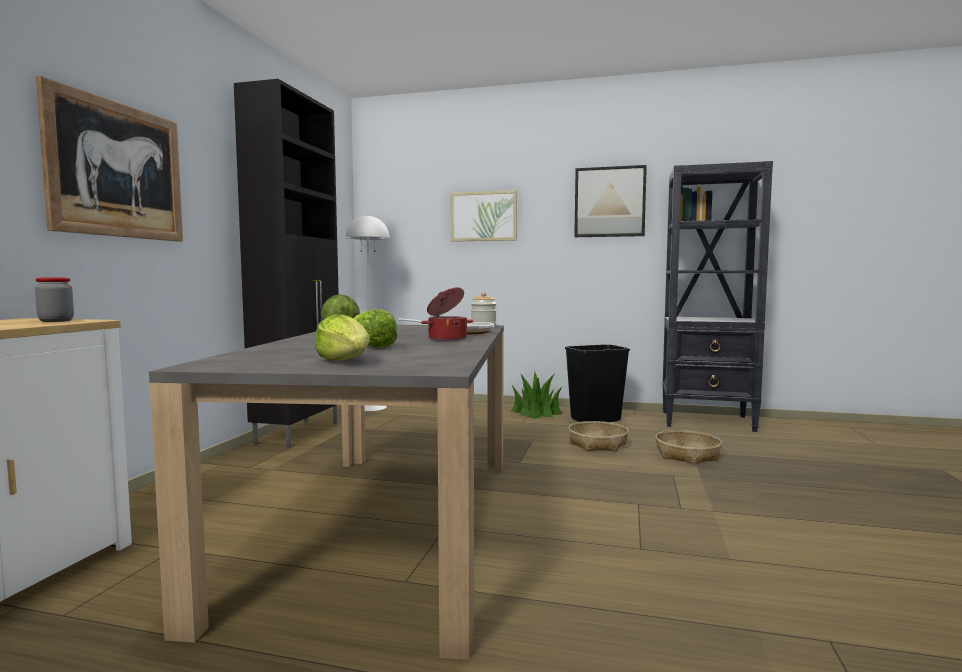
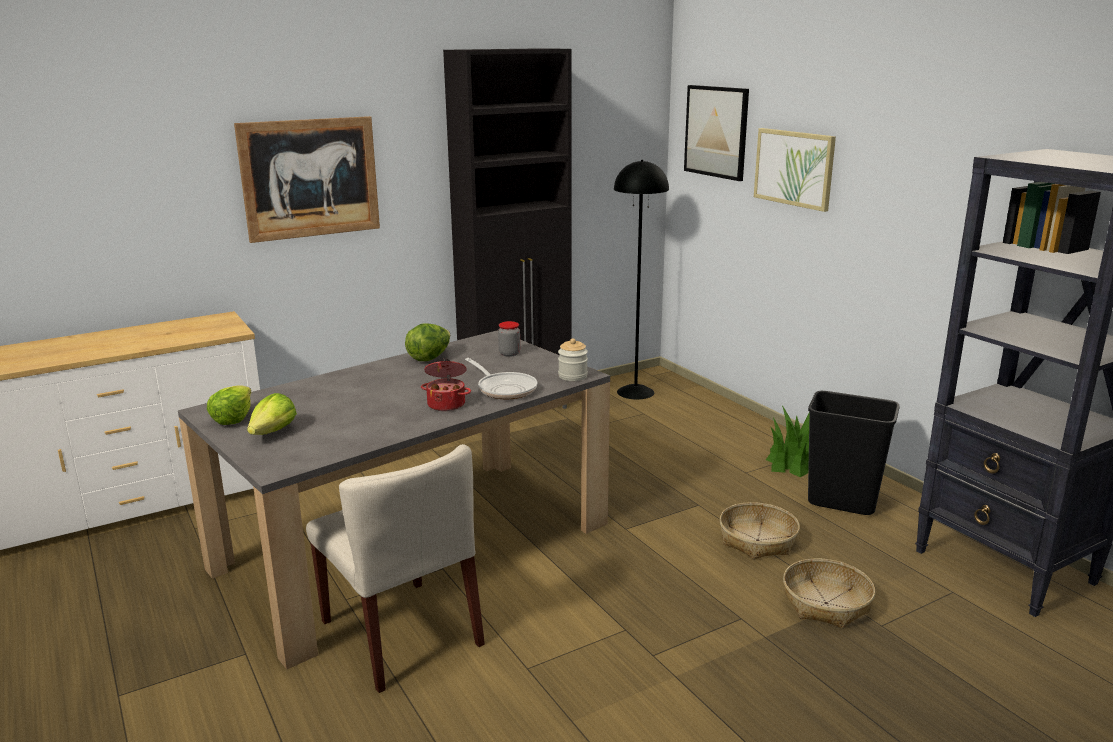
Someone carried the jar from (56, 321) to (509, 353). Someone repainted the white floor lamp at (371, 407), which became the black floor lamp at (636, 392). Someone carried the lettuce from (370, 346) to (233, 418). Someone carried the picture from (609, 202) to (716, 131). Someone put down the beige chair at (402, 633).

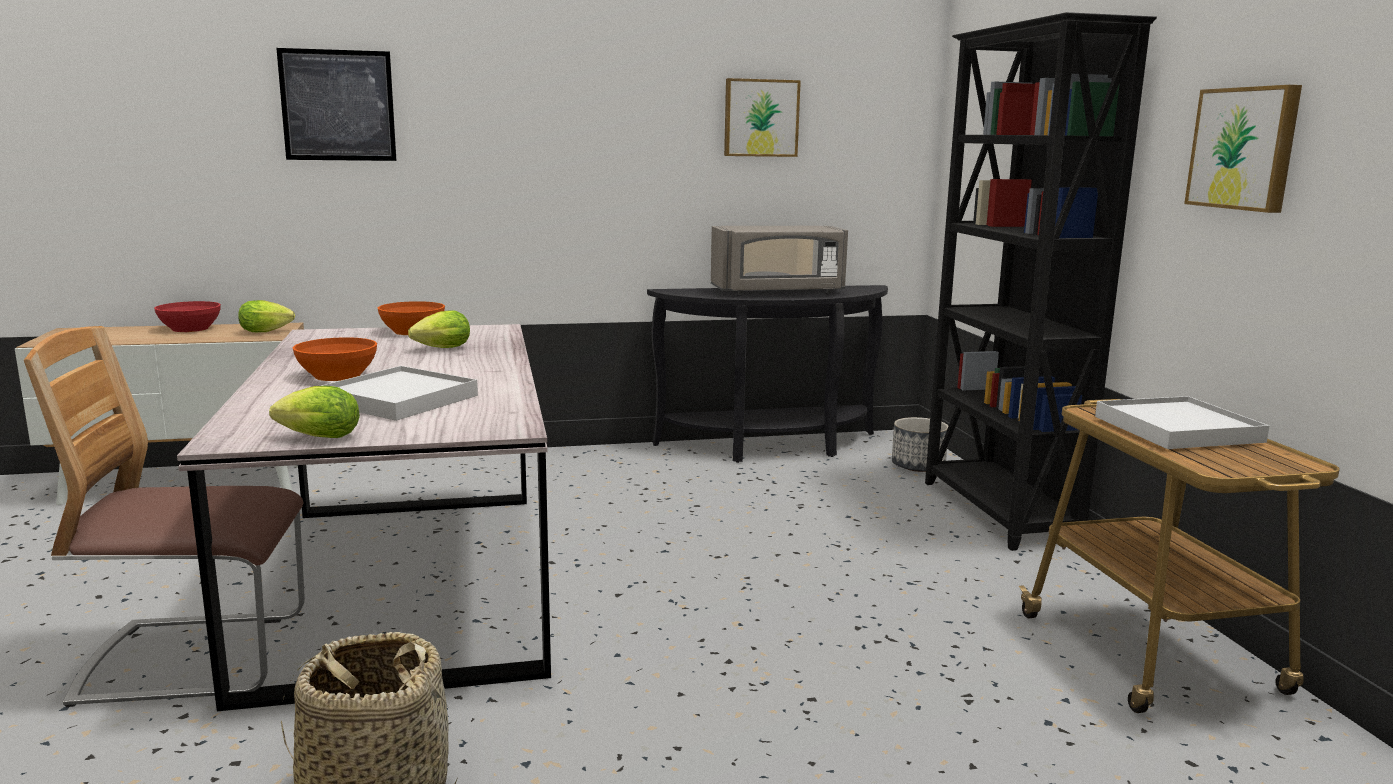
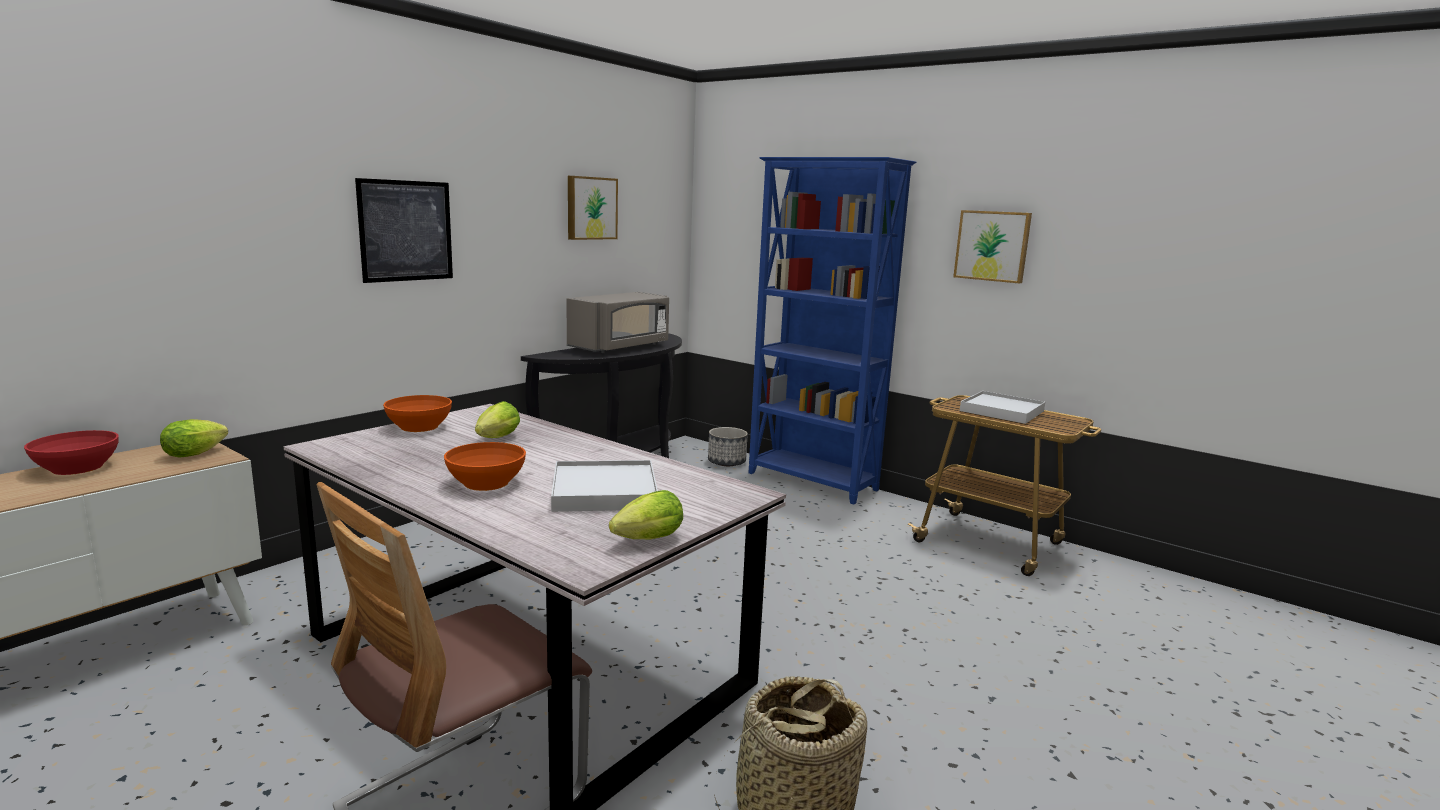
Someone carried the picture from (338, 105) to (406, 231). Someone repainted the black bookcase at (997, 512), which became the blue bookcase at (812, 482).

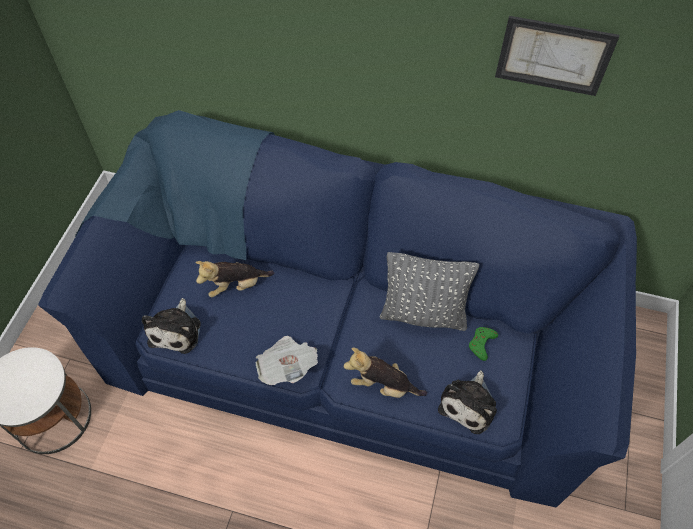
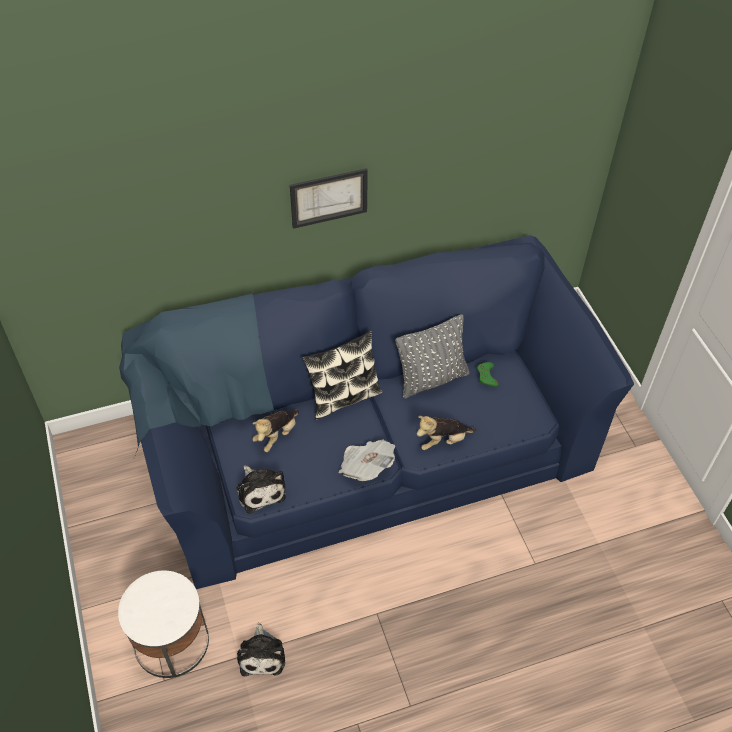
Someone carried the plush toy from (469, 404) to (262, 654). Someone carried the picture from (553, 55) to (329, 197). Someone put down the pillow at (343, 397).

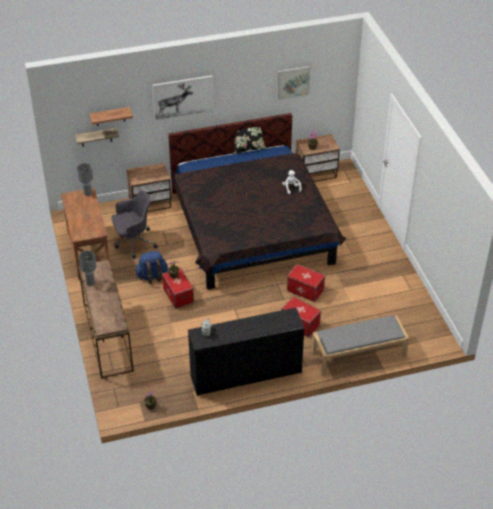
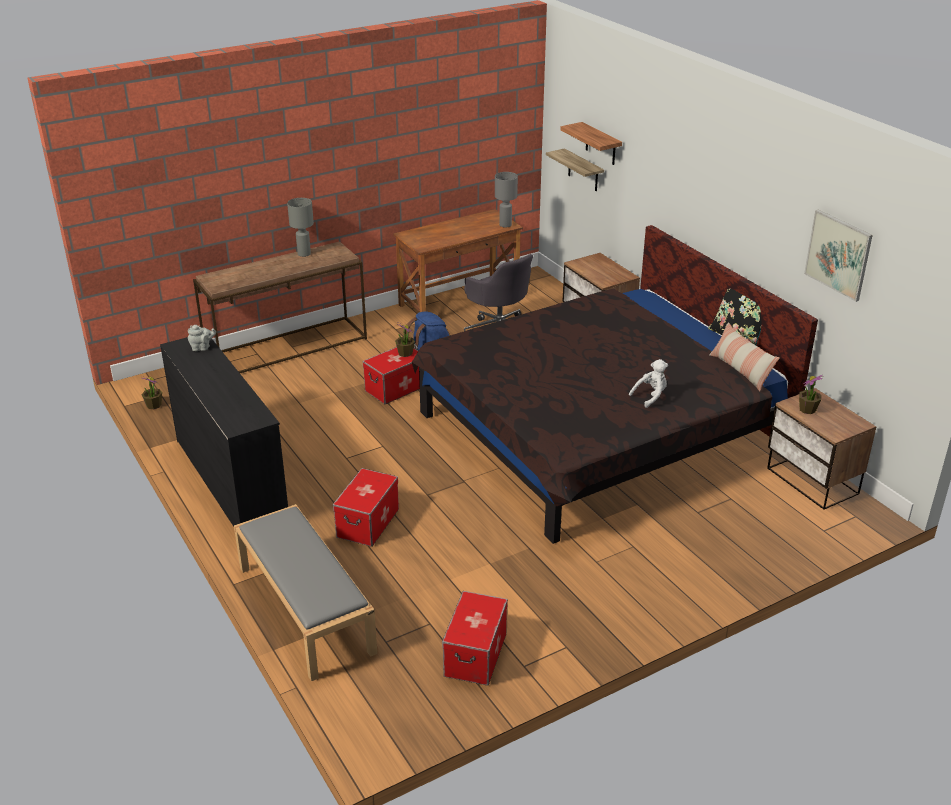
Someone took away the picture at (183, 97). Someone carried the storage box from (305, 290) to (475, 654). Someone put down the pillow at (740, 370).

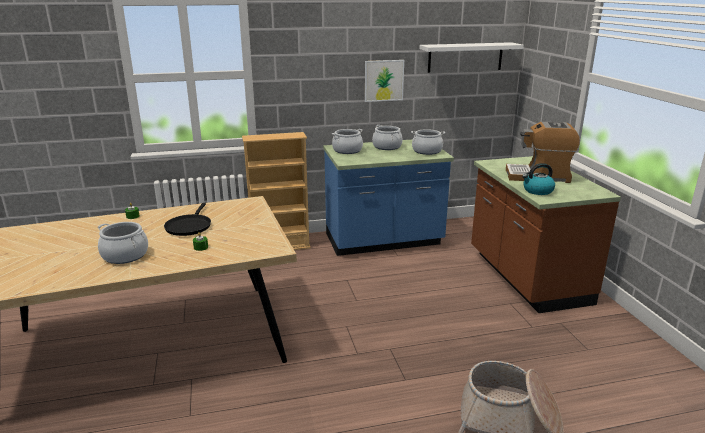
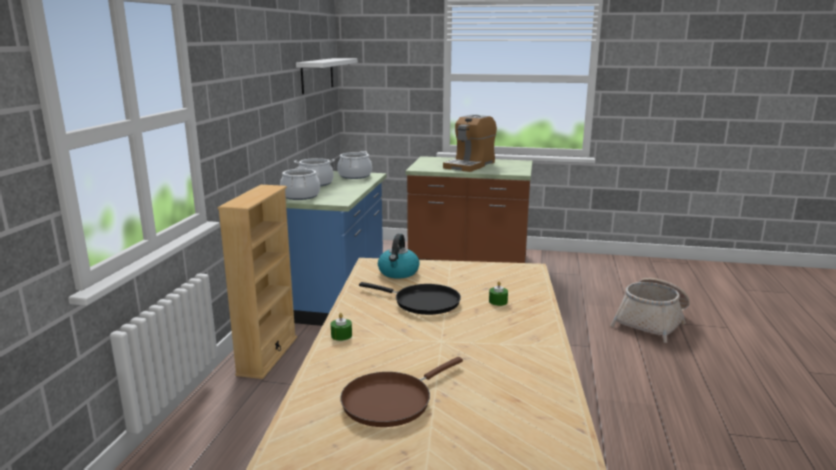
Someone took away the cooking pot at (125, 255). Someone took away the picture at (384, 80). Someone carried the kettle from (537, 191) to (398, 272). Someone put down the brown frying pan at (391, 401).

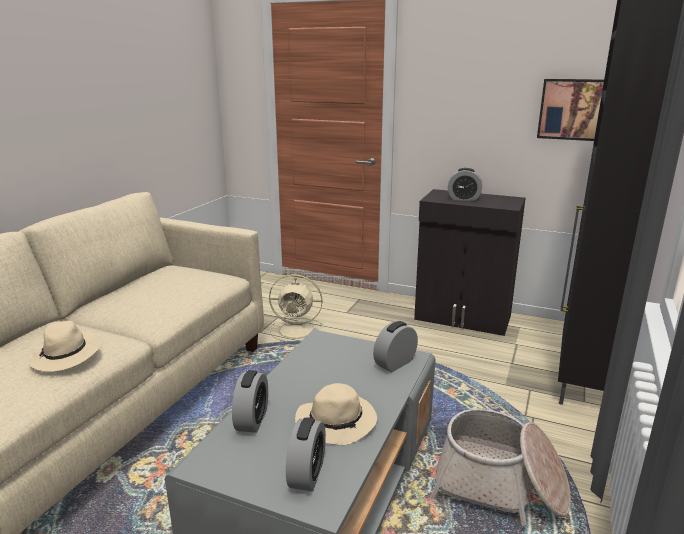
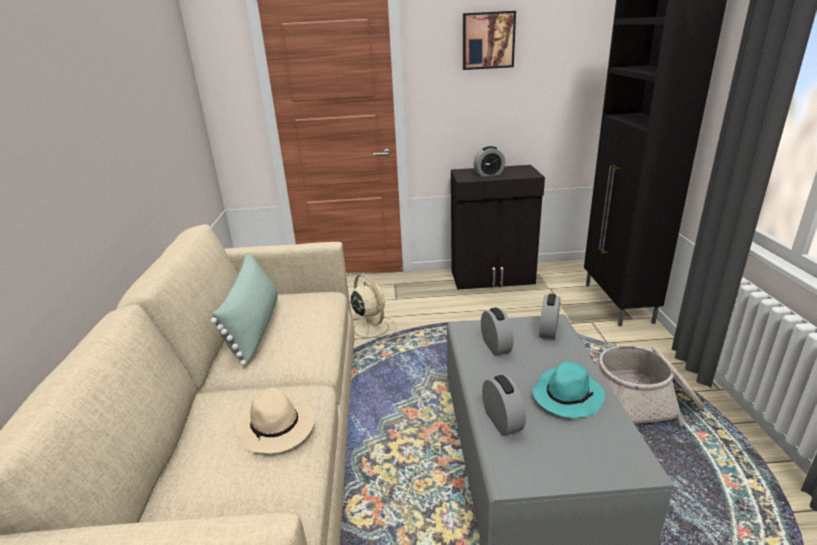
Someone rotated the beige fan at (298, 330) by 105 degrees counterclockwise. Someone carried the alarm clock from (307, 474) to (495, 346). Someone repainted the beige hat at (337, 422), which became the turquoise hat at (567, 396). Someone carried the picture from (571, 109) to (488, 40). Someone put down the green pillow at (255, 327).

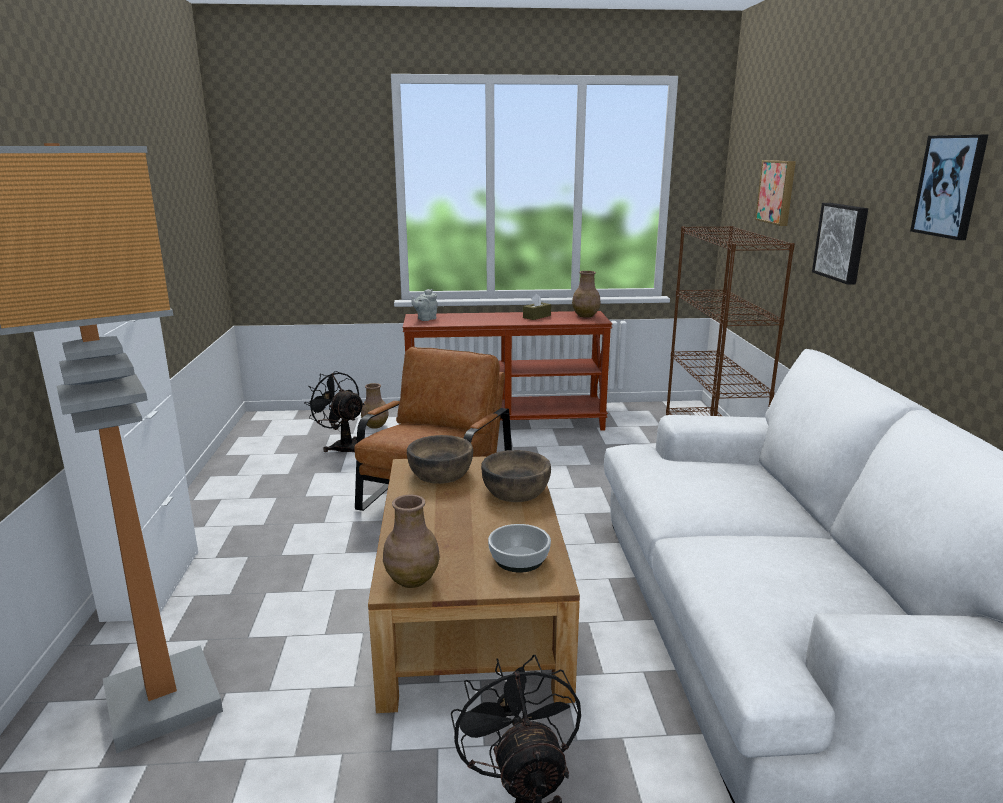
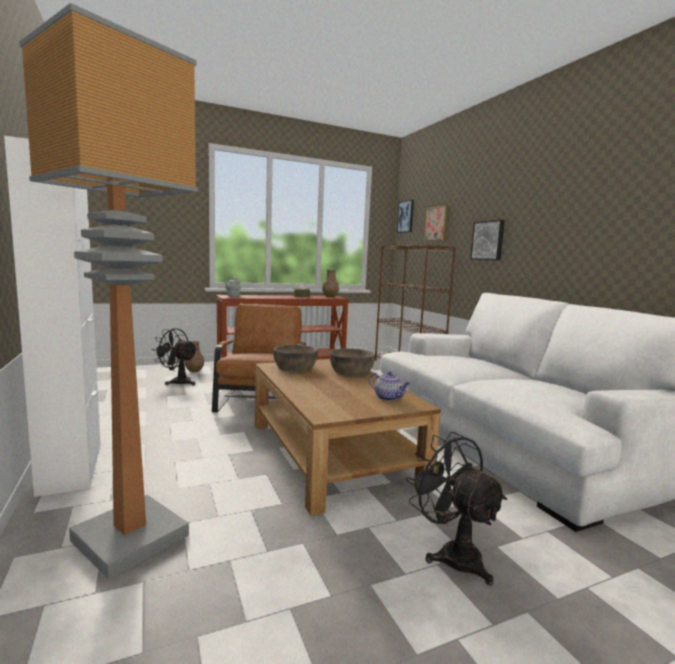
Someone took away the brown vase at (412, 579). Someone swapped the bowl at (520, 559) for the teapot at (388, 398). Someone carried the picture from (950, 186) to (406, 216).

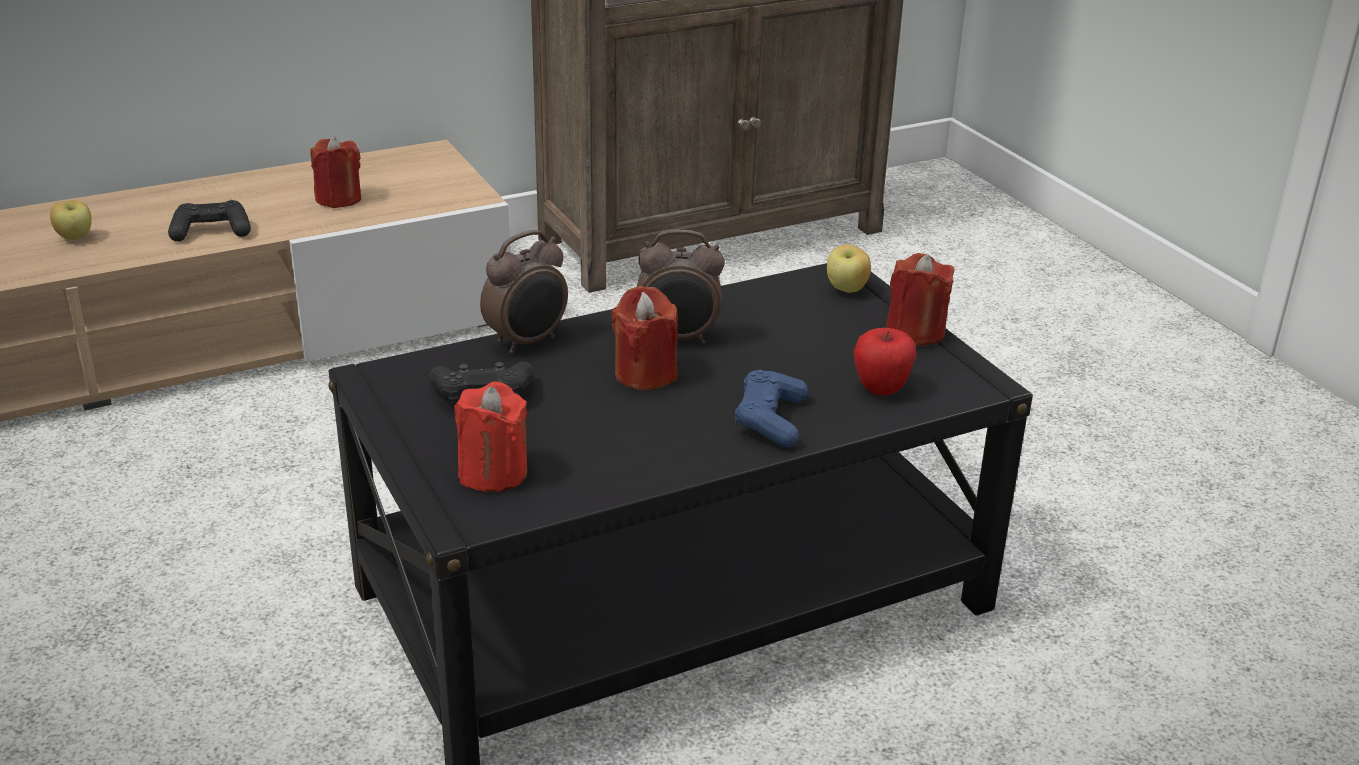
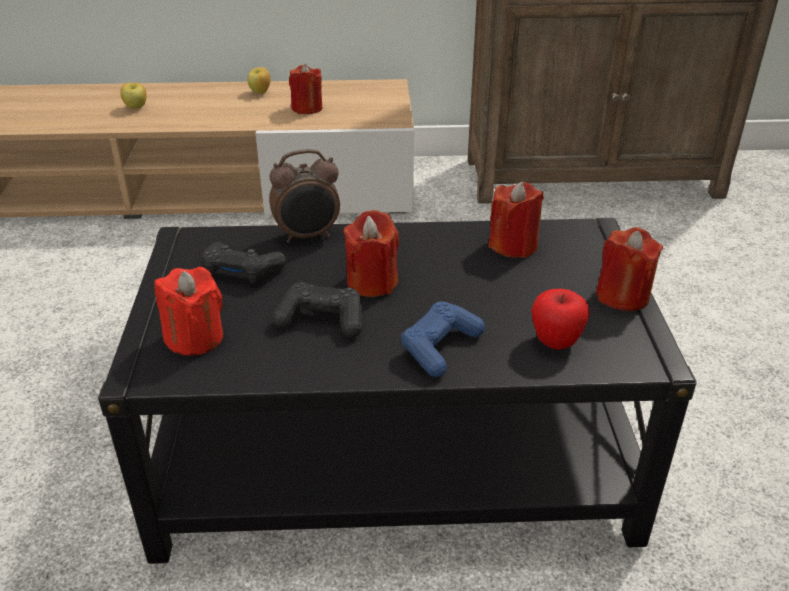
Someone carried the black game controller from (211, 232) to (321, 320). Someone took away the alarm clock at (678, 339). Someone carried the apple from (846, 289) to (260, 92). Someone put down the red candle at (513, 245).

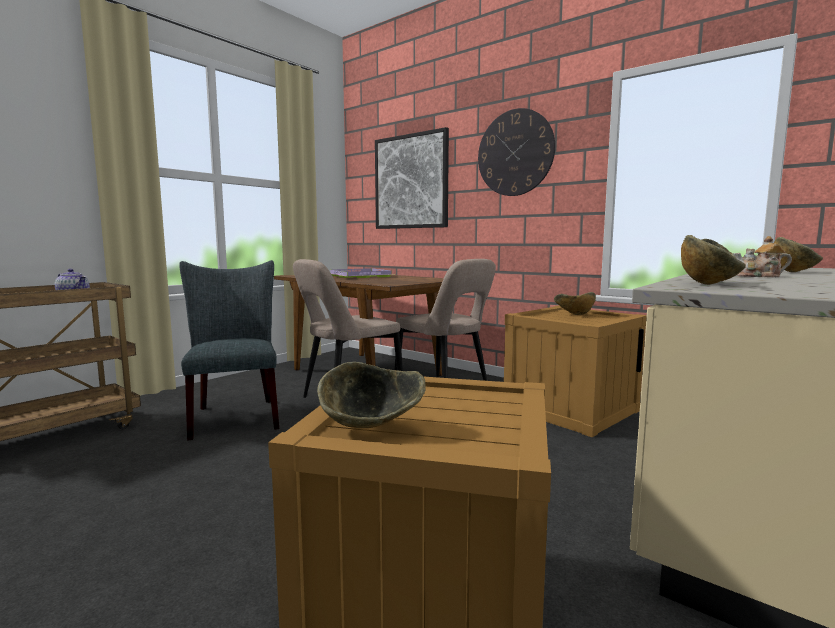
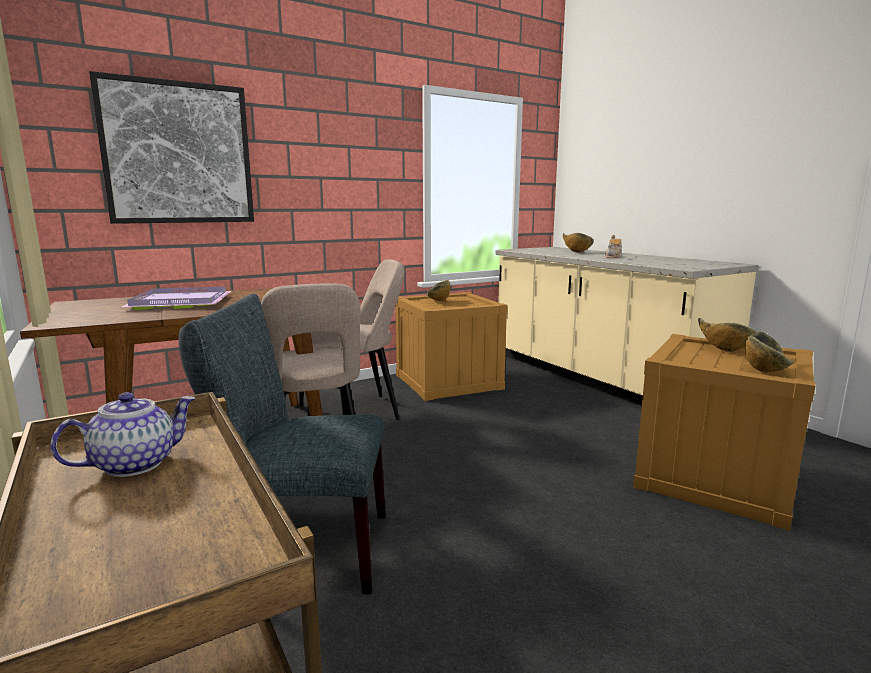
Someone took away the wall clock at (515, 153). Someone carried the bowl from (710, 284) to (722, 350).

